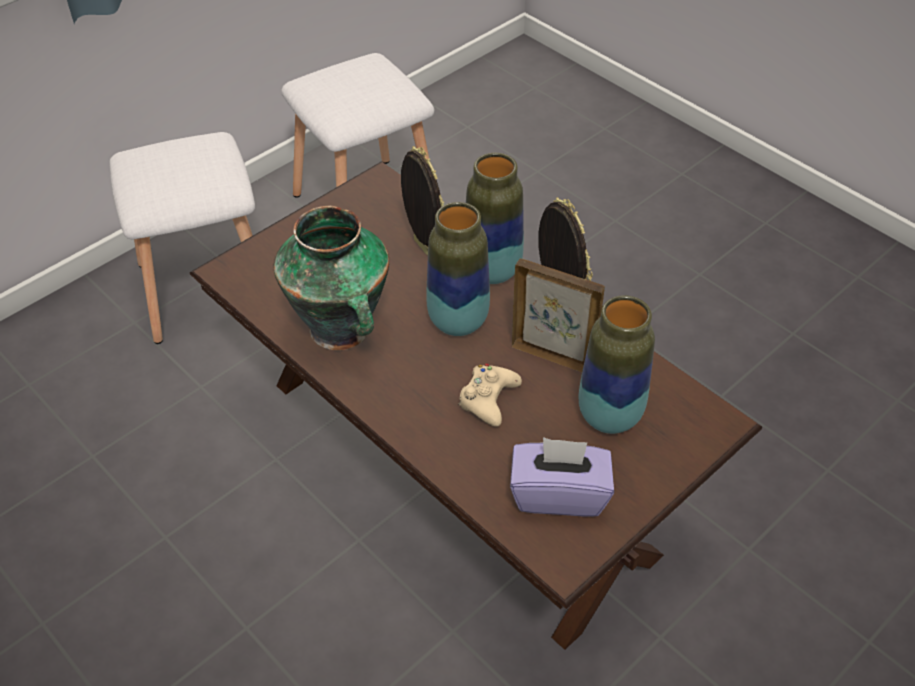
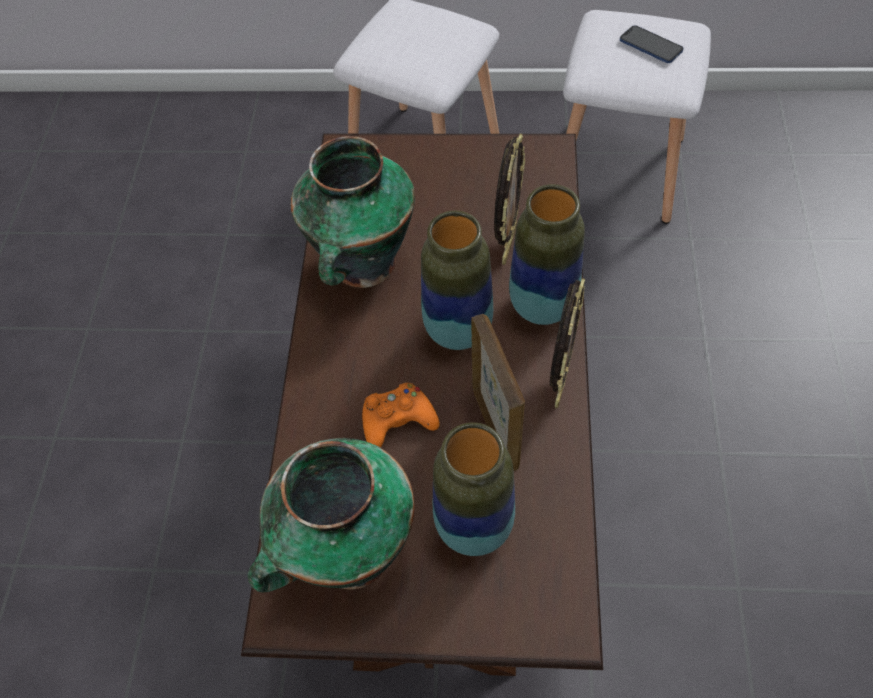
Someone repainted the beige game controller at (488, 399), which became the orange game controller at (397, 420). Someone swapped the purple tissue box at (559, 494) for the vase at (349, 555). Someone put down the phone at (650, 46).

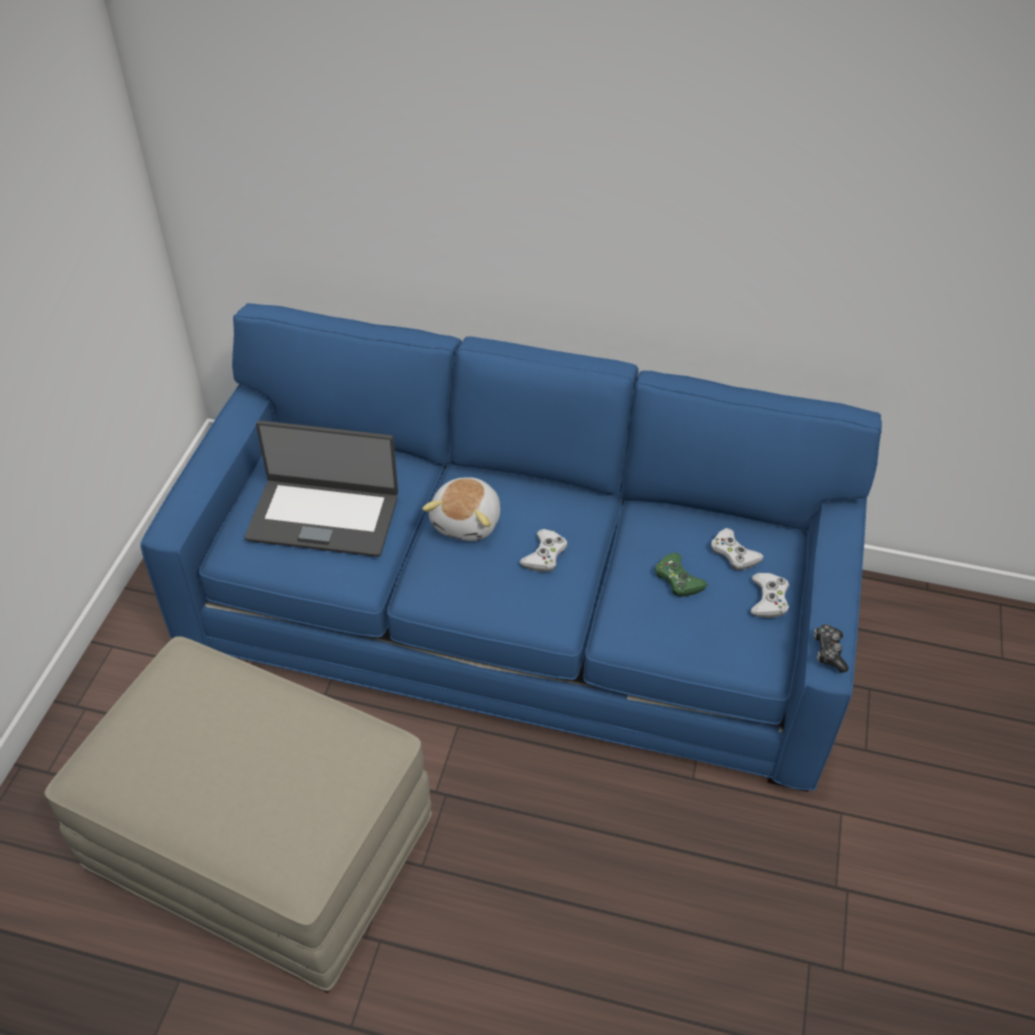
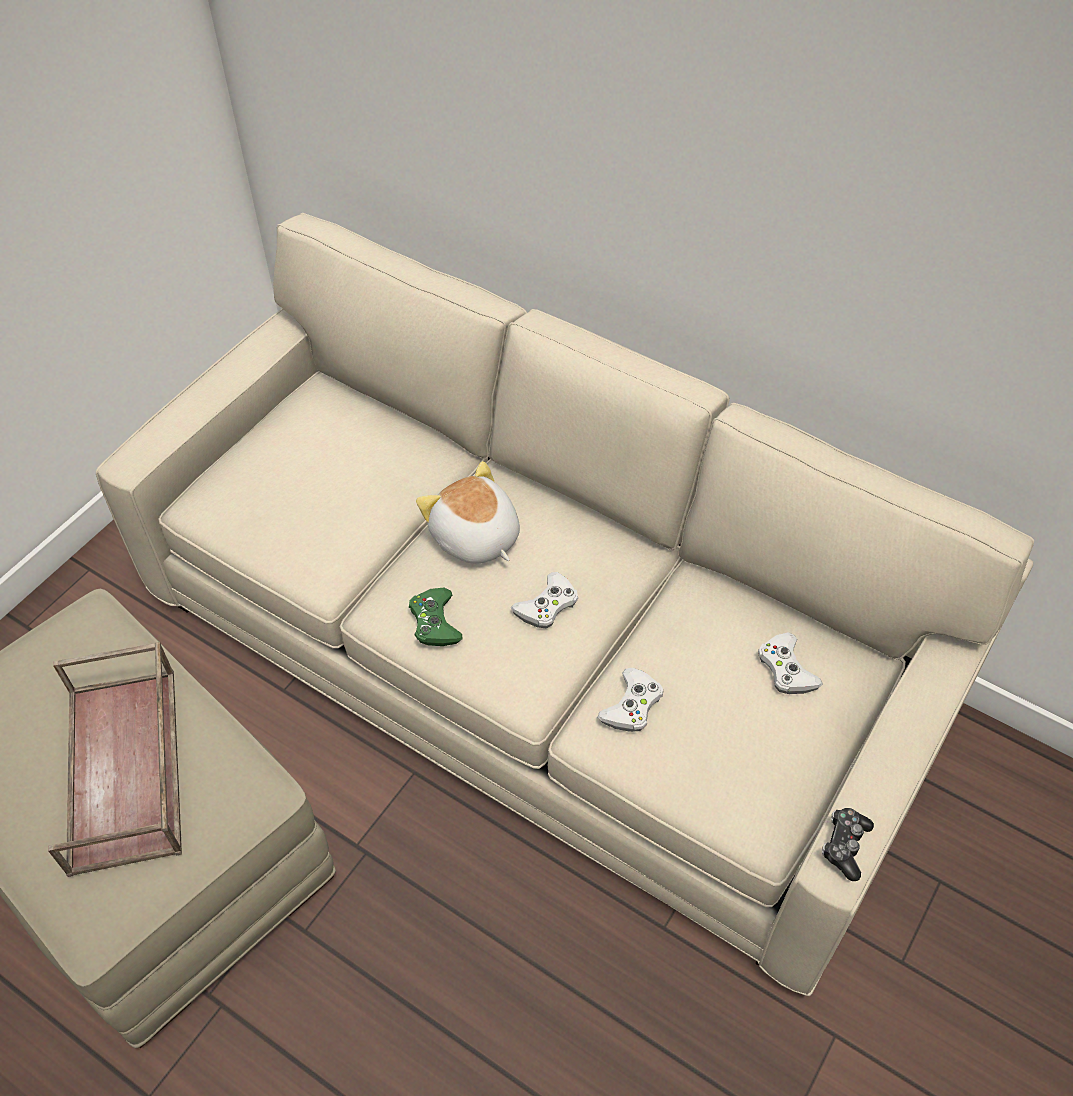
Someone repainted the blue sofa at (517, 612), which became the beige sofa at (538, 653). Someone took away the laptop at (324, 516). Someone rotated the plush toy at (467, 521) by 105 degrees clockwise. Someone carried the green game controller from (678, 579) to (435, 622). Someone carried the white game controller from (768, 599) to (632, 705). Someone put down the brown tray at (126, 770).

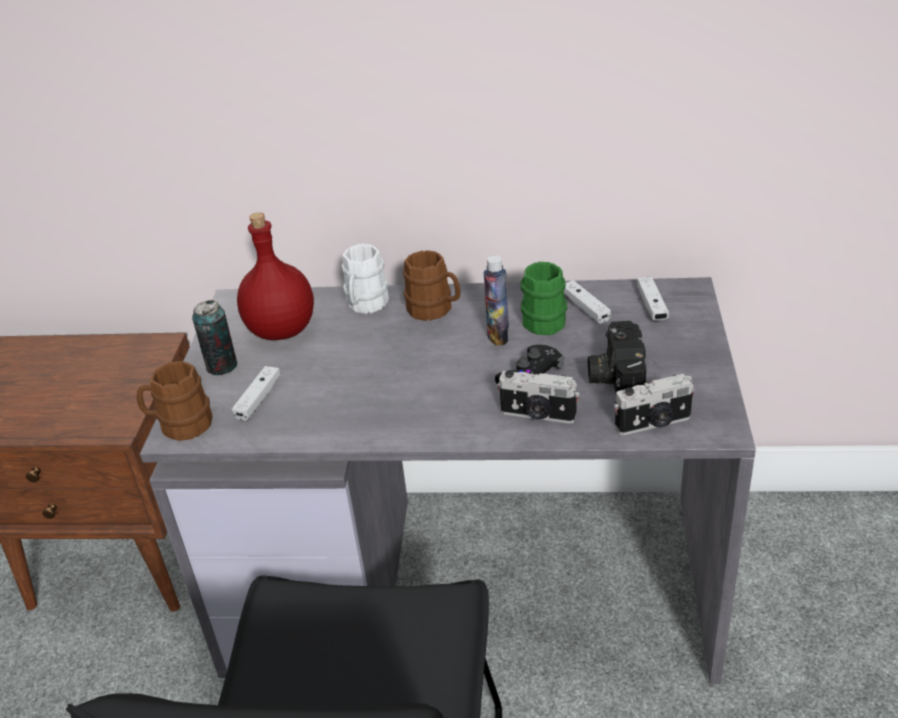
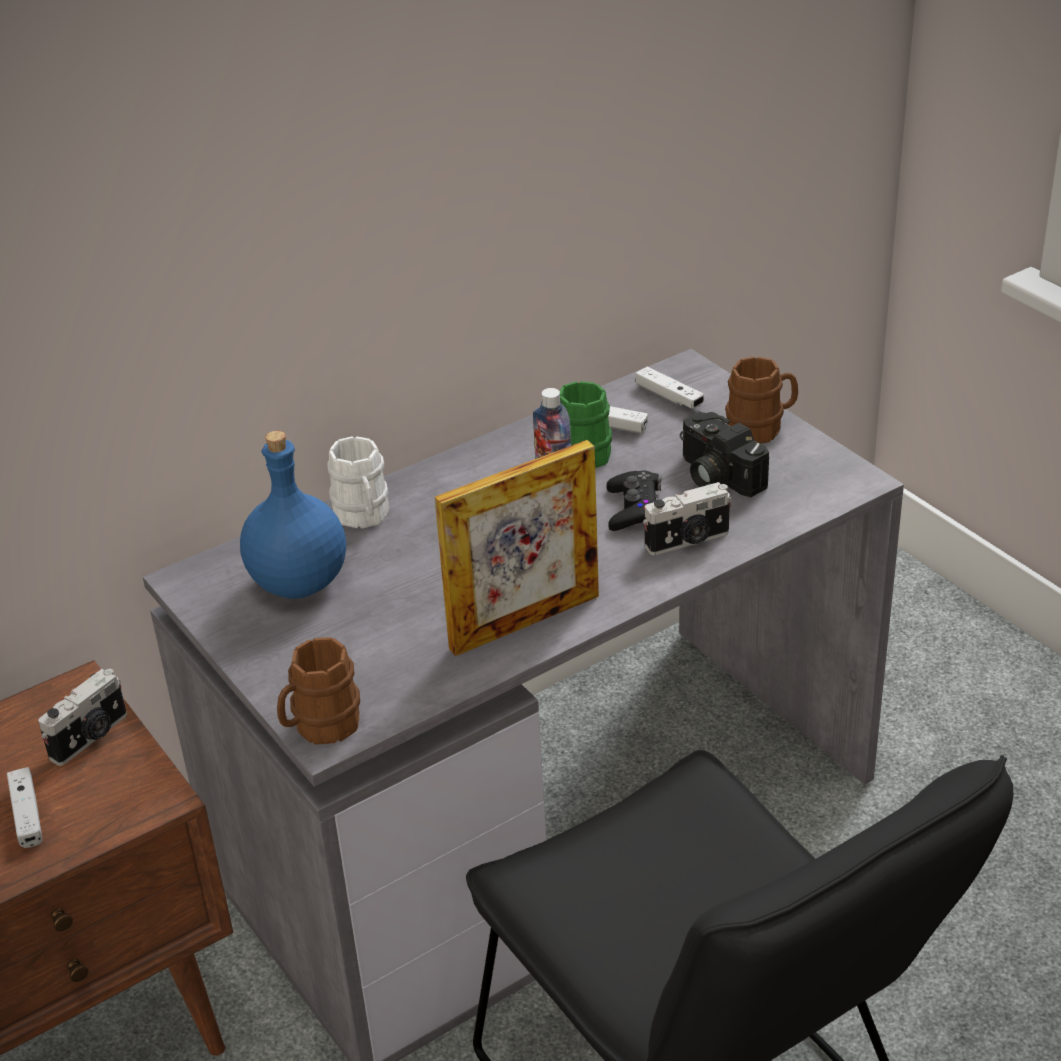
Someone took away the can at (222, 366). Someone carried the white game controller from (258, 399) to (27, 815). Someone repainted the red bottle at (280, 330), which became the blue bottle at (297, 583). Someone carried the brown mug from (435, 310) to (761, 428). Someone carried the photo camera from (654, 424) to (91, 737). Someone put down the picture frame at (525, 622).

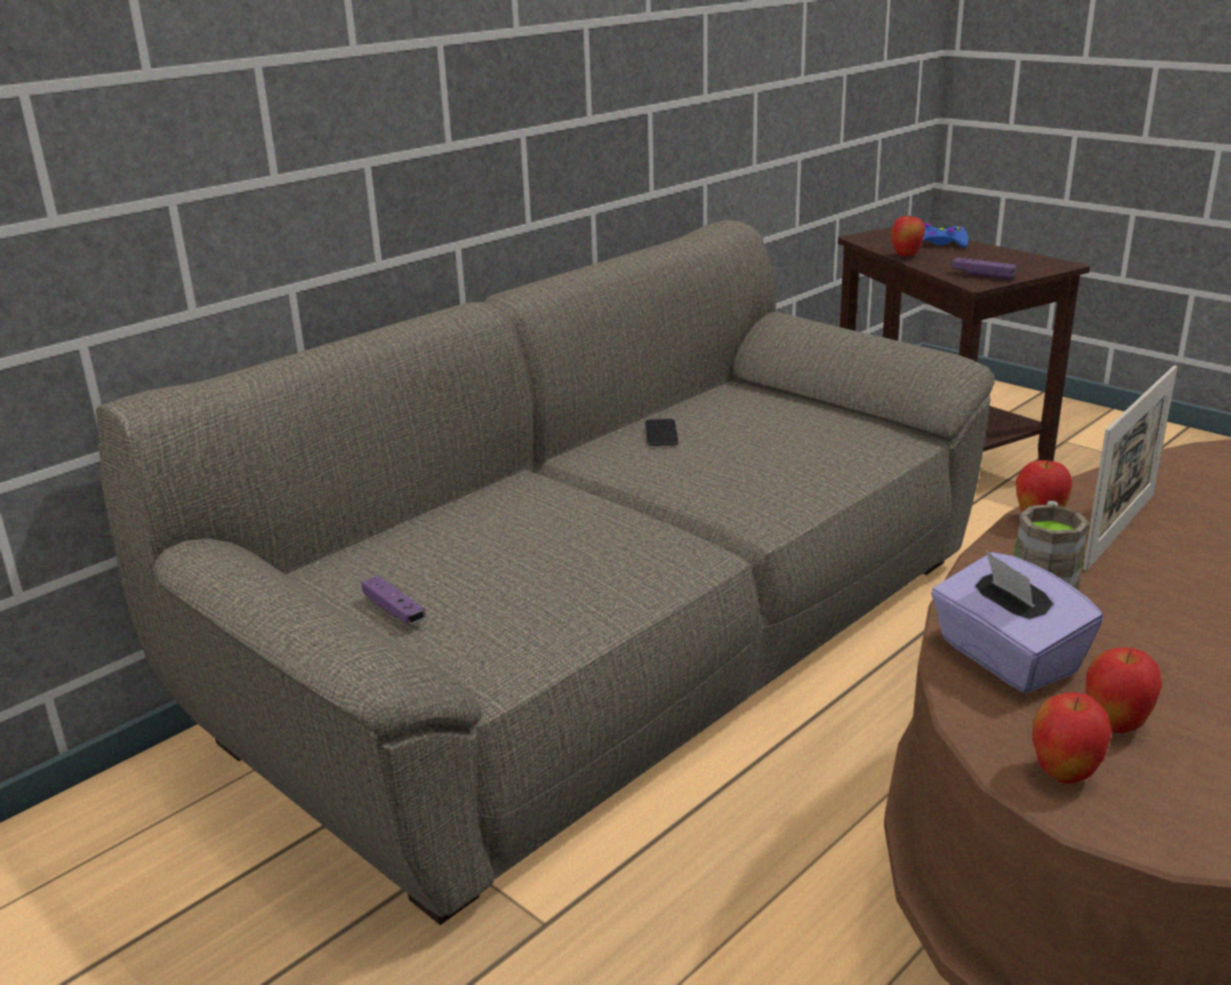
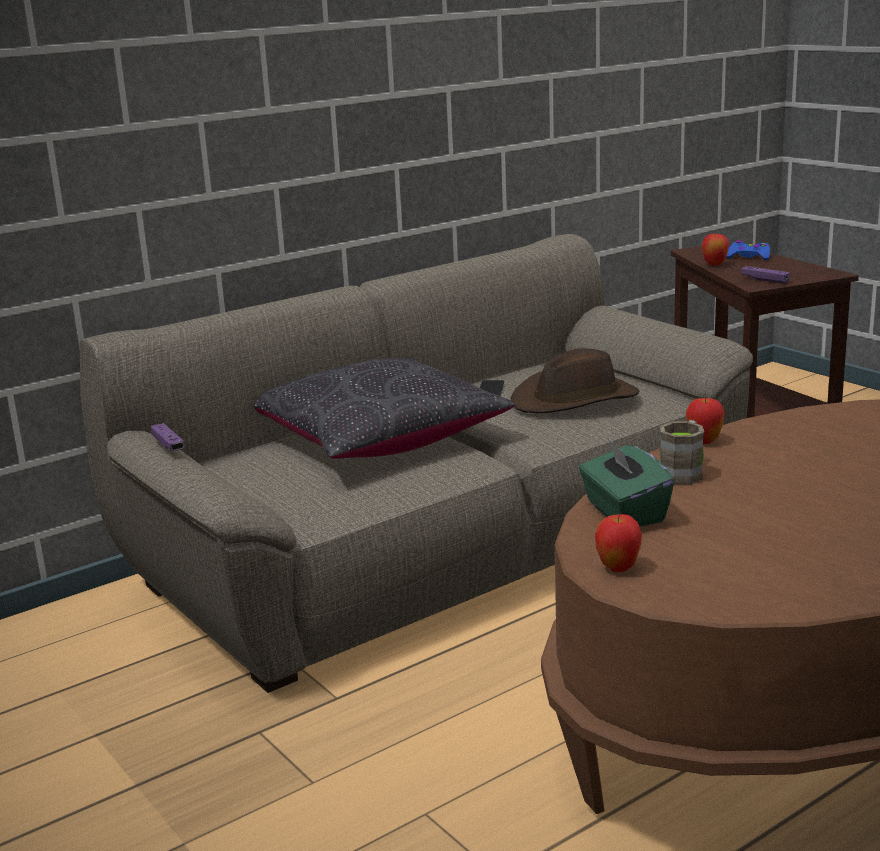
Someone carried the purple game controller from (394, 610) to (168, 445). Someone repainted the purple tissue box at (1006, 658), which became the green tissue box at (624, 512). Someone took away the picture frame at (1120, 530). Someone took away the apple at (1115, 725). Someone put down the black pillow at (378, 437). Someone put down the brown hat at (575, 400).

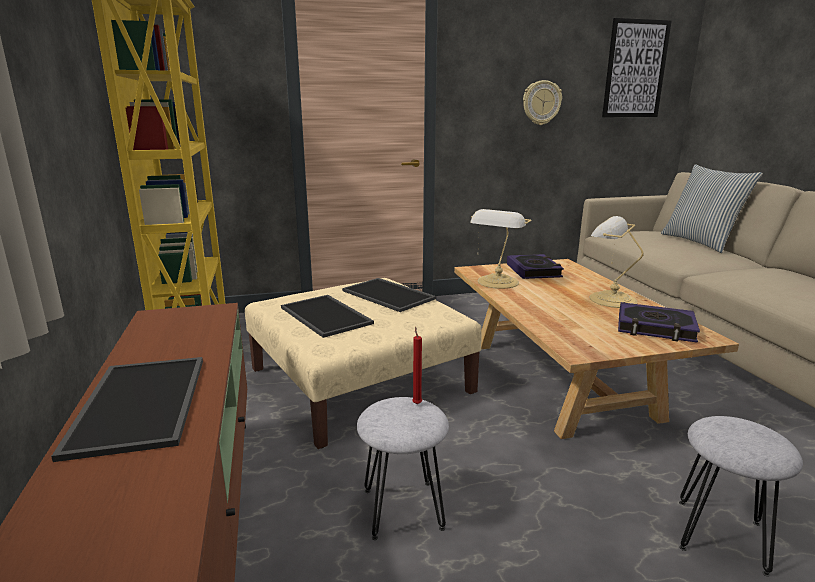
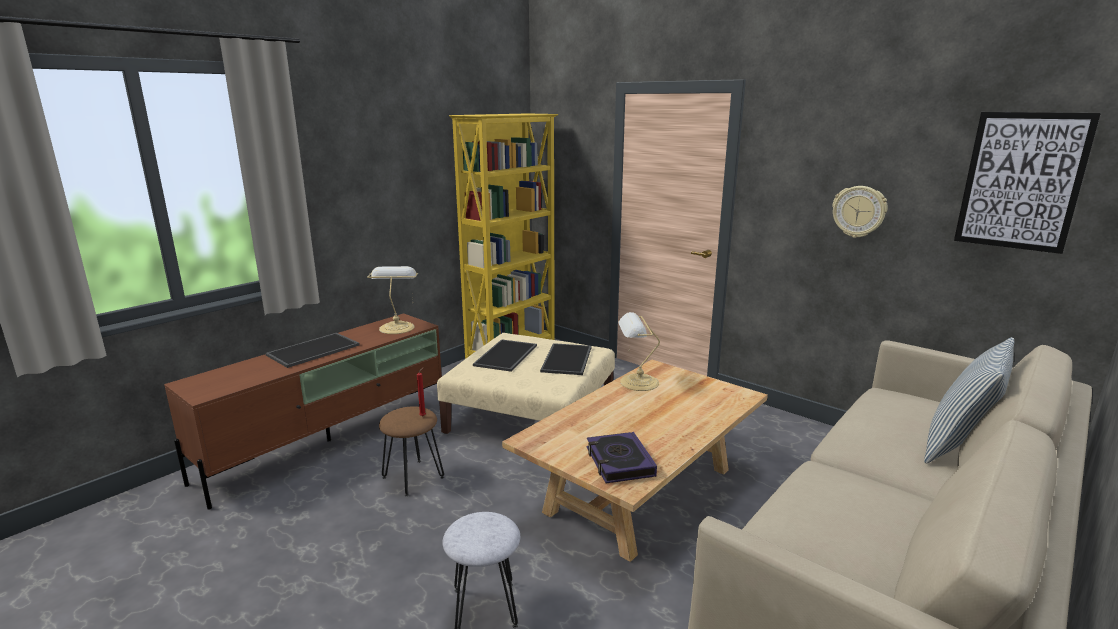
Someone repainted the grey stool at (402, 509), which became the brown stool at (413, 477). Someone took away the book at (533, 271). Someone carried the table lamp from (610, 299) to (397, 327).

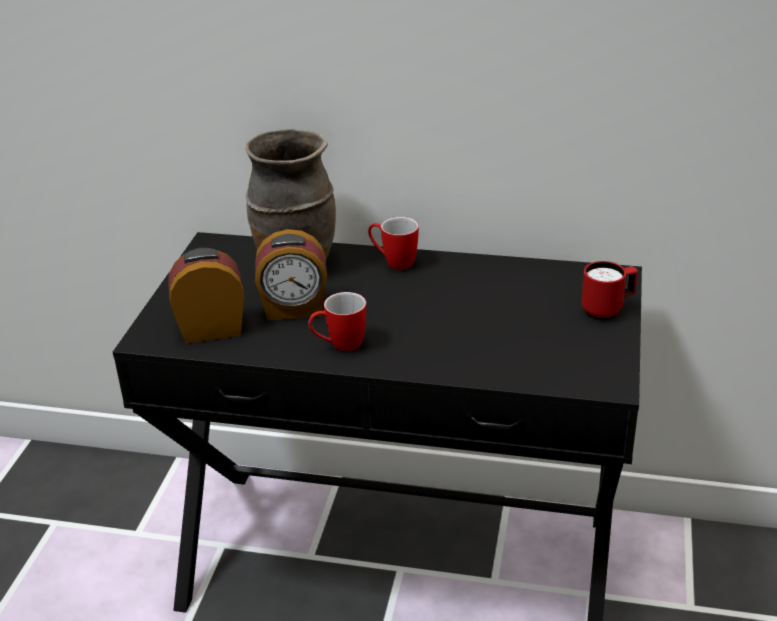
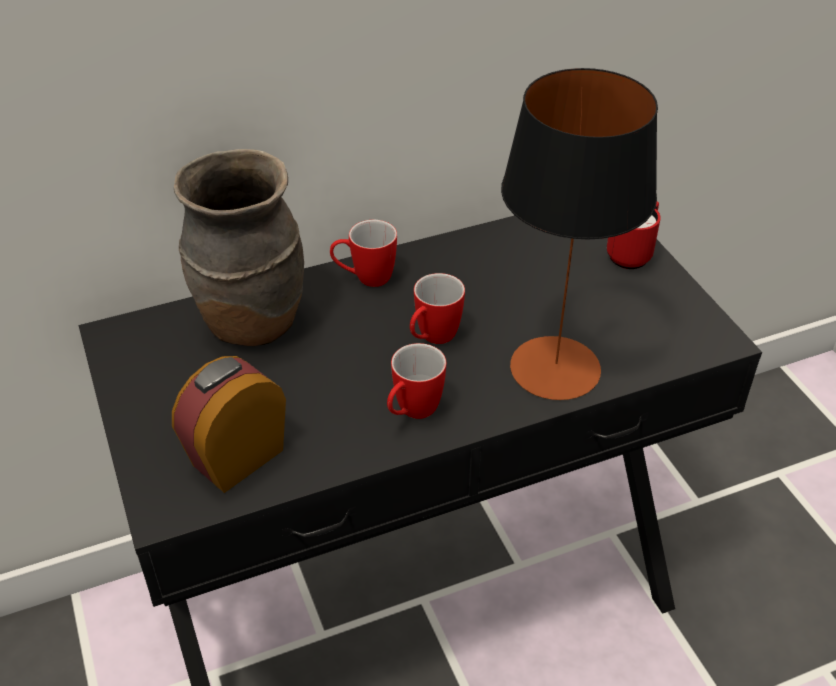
Someone took away the alarm clock at (294, 309). Someone put down the mug at (432, 339). Someone put down the table lamp at (555, 368).

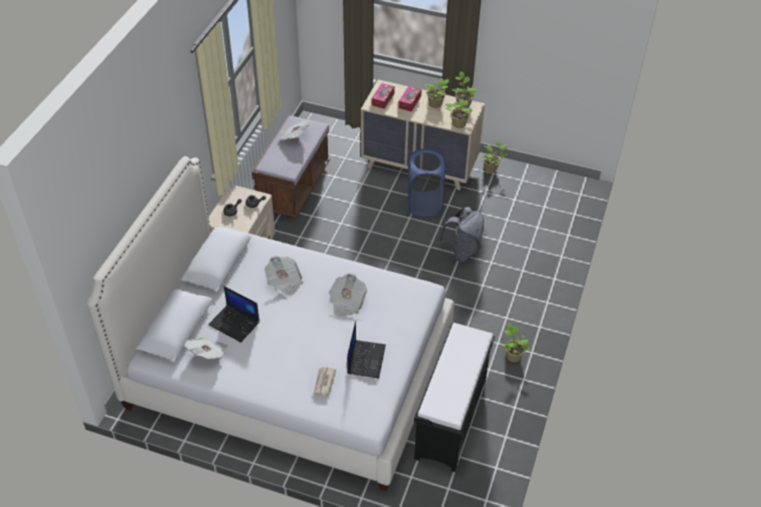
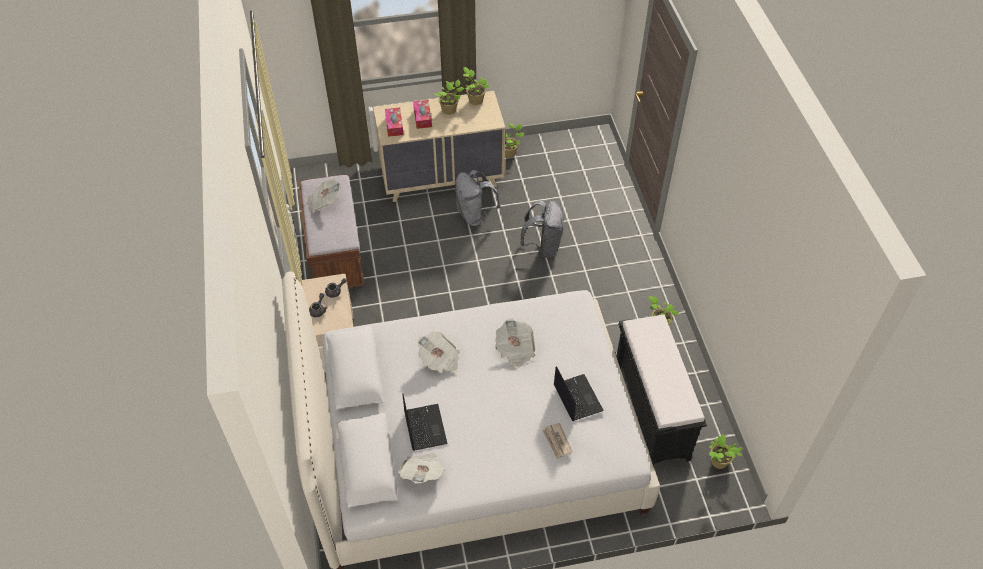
Someone rotated the laptop at (235, 323) by 105 degrees counterclockwise. Someone swapped the blue laundry basket at (424, 204) for the grey backpack at (475, 215). Someone carried the potted plant from (458, 124) to (718, 463).

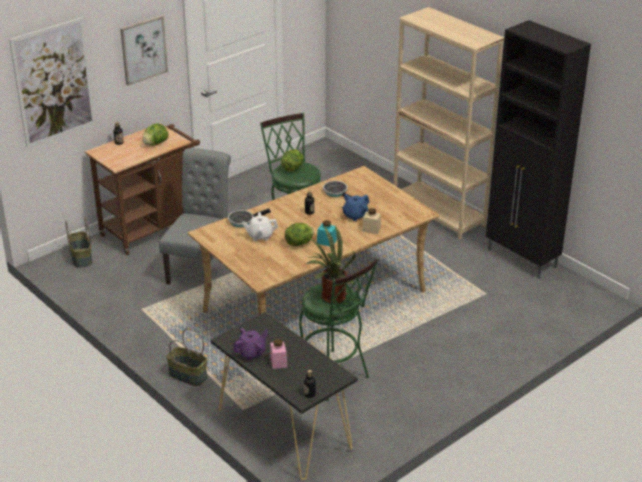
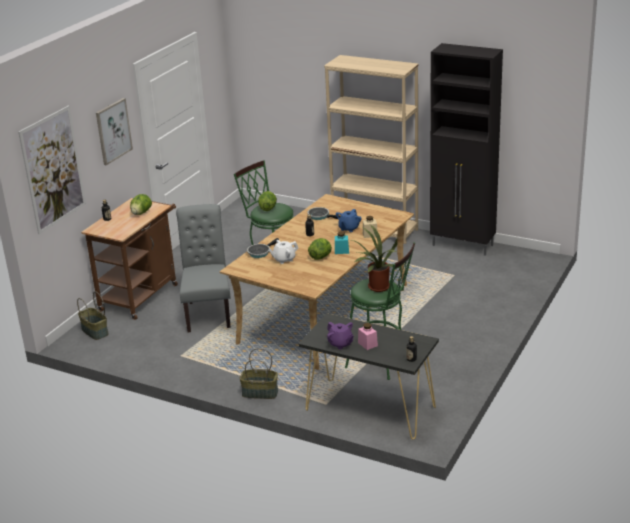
Someone rotated the purple teapot at (251, 353) by 105 degrees clockwise.

